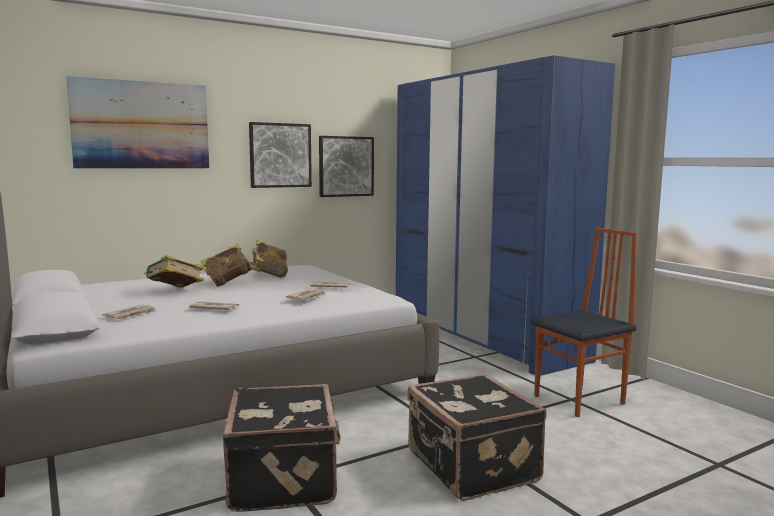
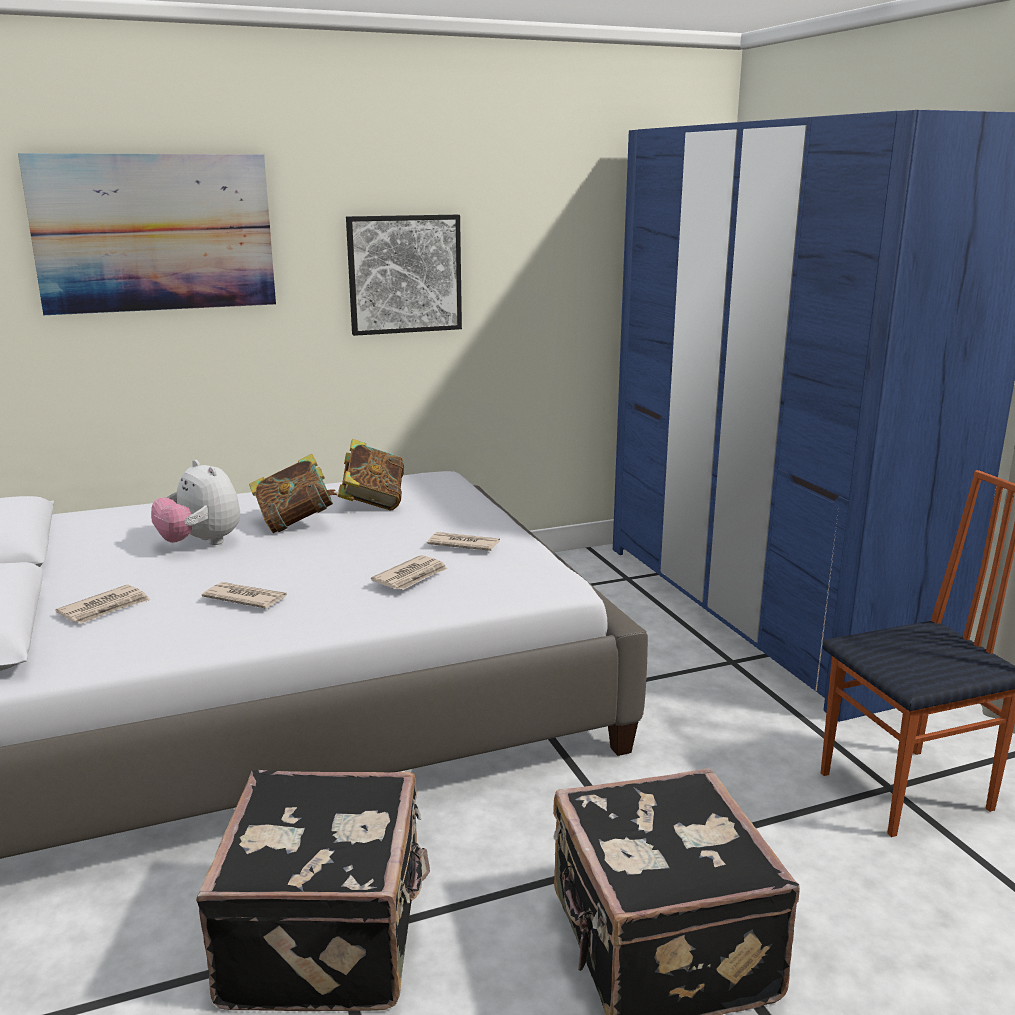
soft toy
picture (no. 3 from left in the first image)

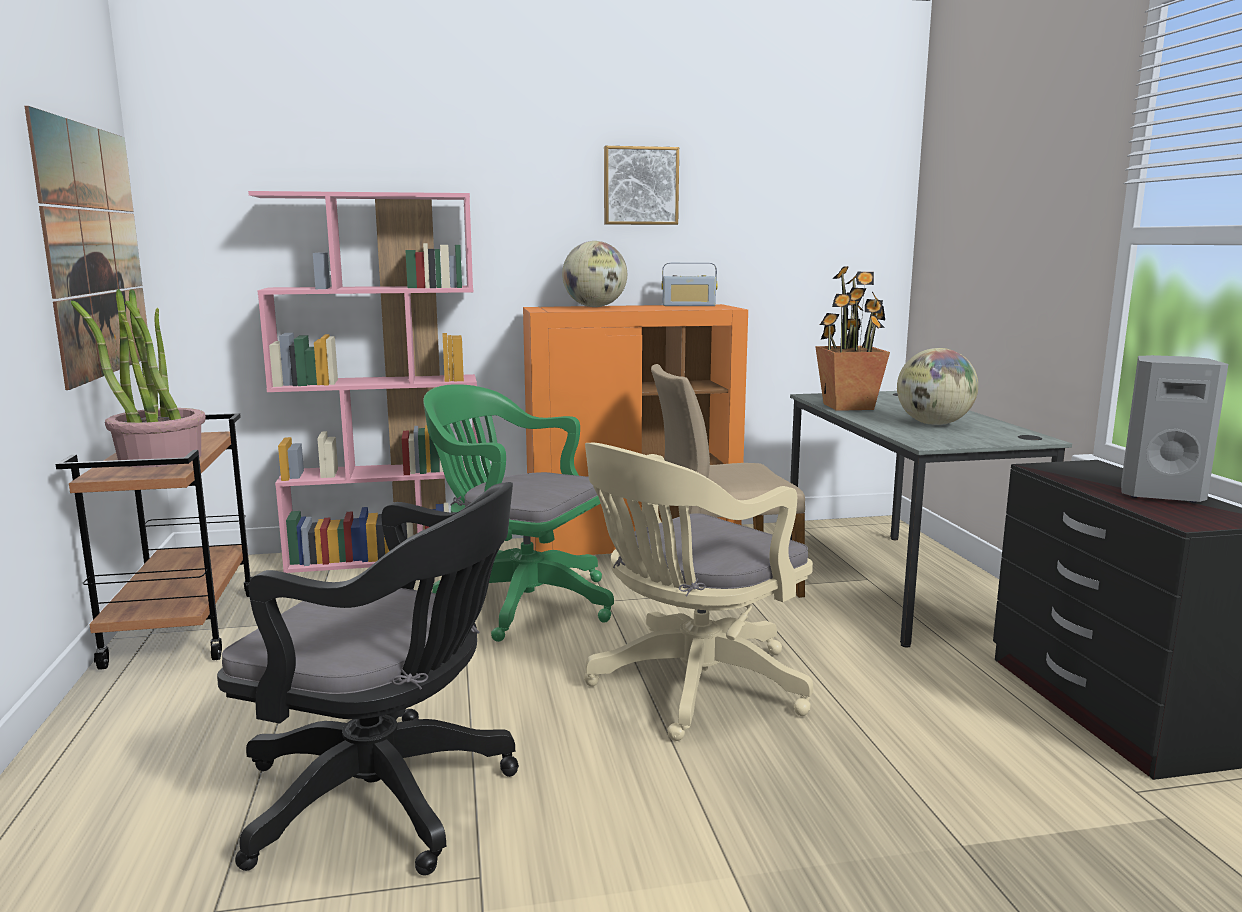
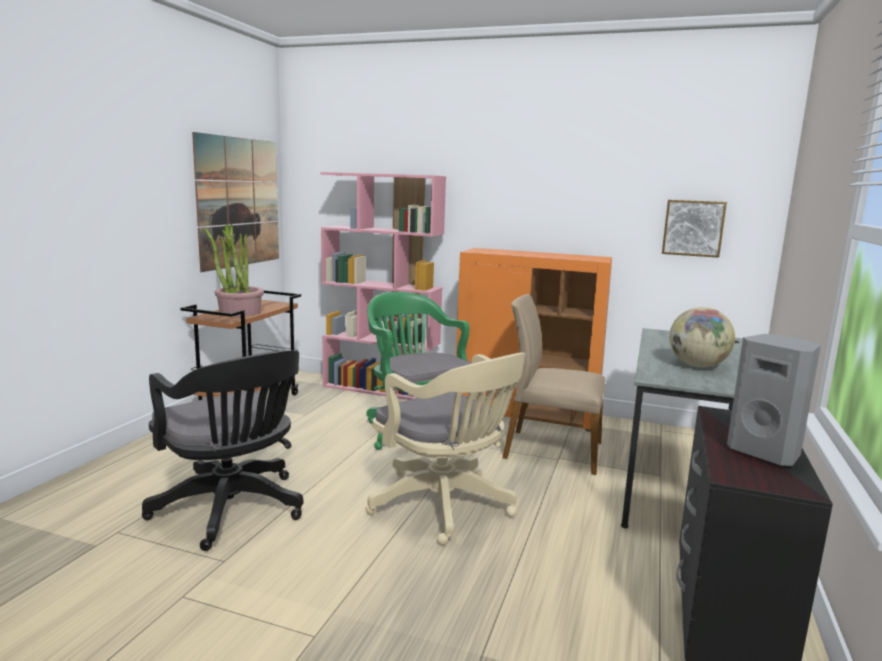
beige-coloured office chair
picture (no. 2 from left)
desk globe (no. 1 from left in the first image)
radio receiver
plant in a pot (no. 2 from left in the first image)

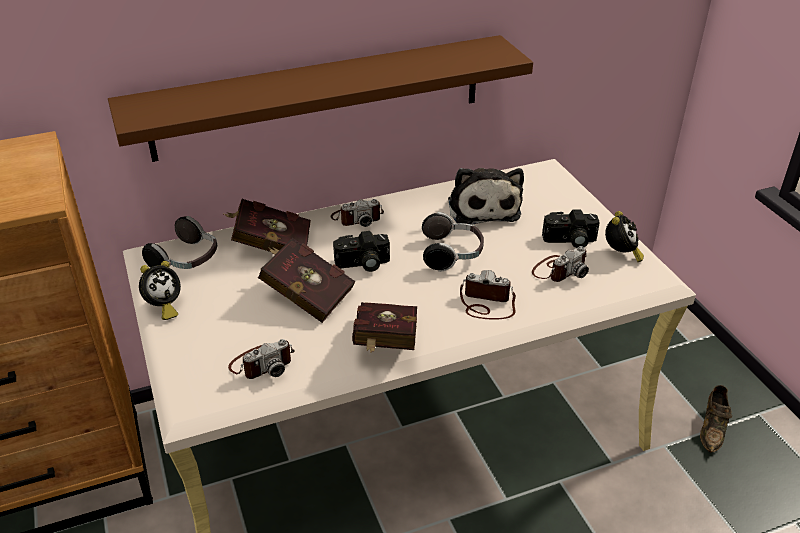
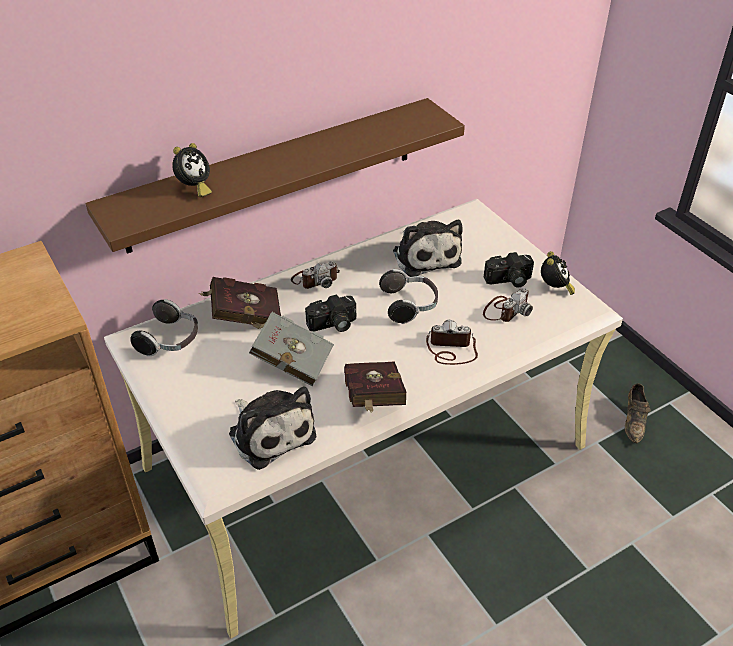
table clock (no. 1 from left)
soft toy (no. 1 from left)
grey book

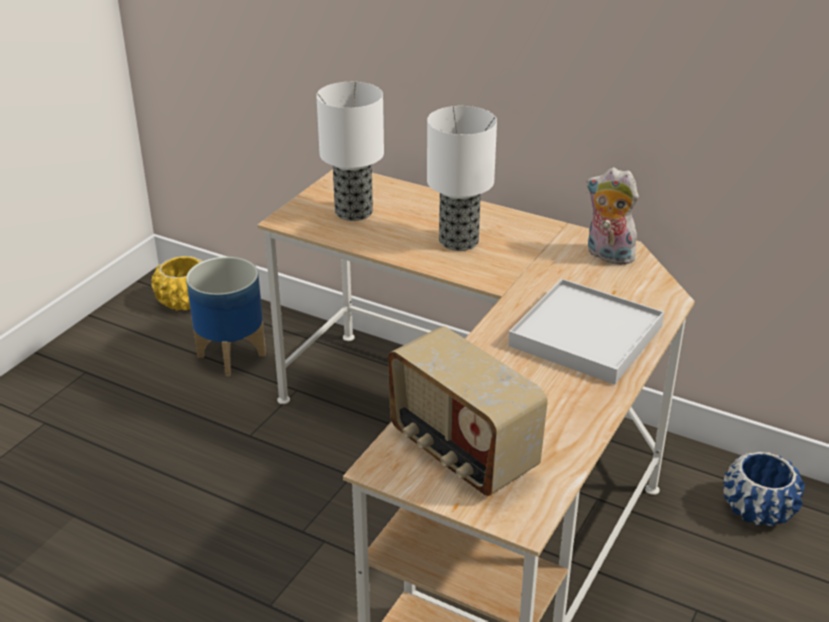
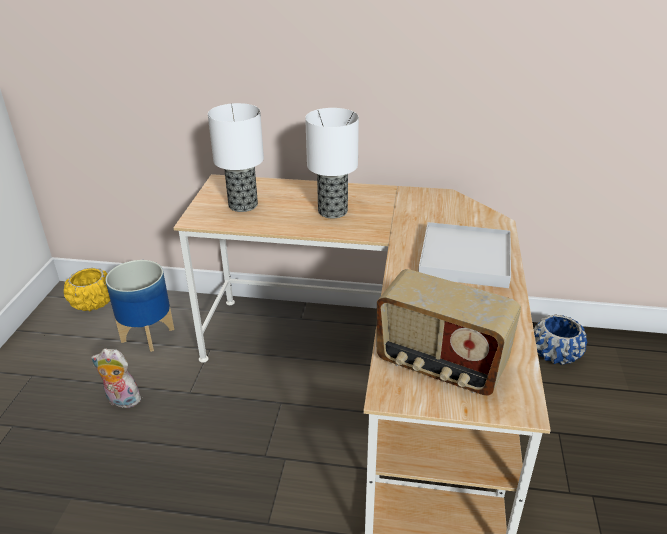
soft toy

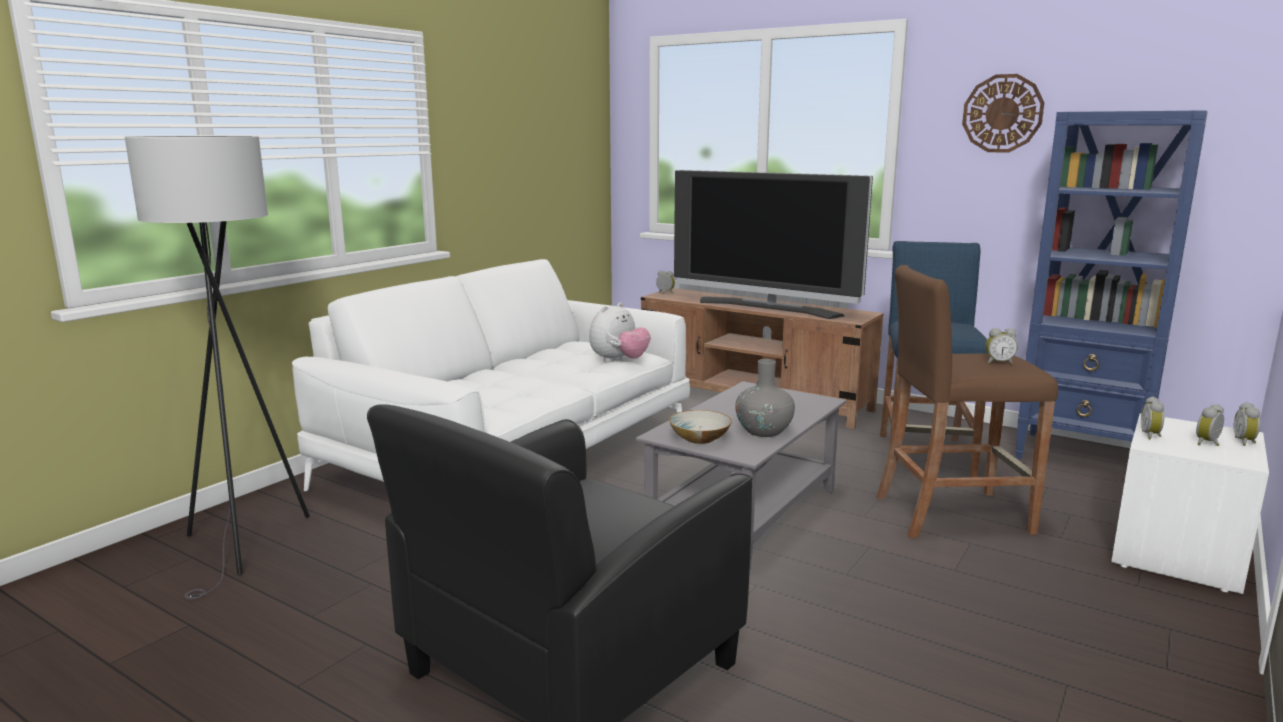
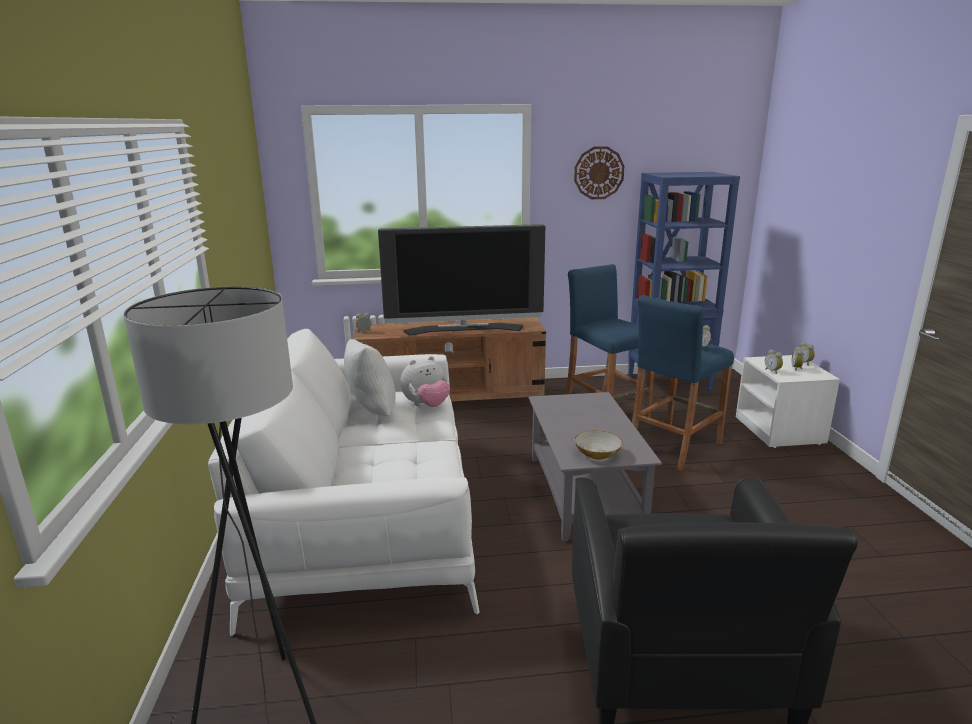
white-coloured pillow
soft toy
blue-coloured stool seat (no. 2 from left)
grey flower vase

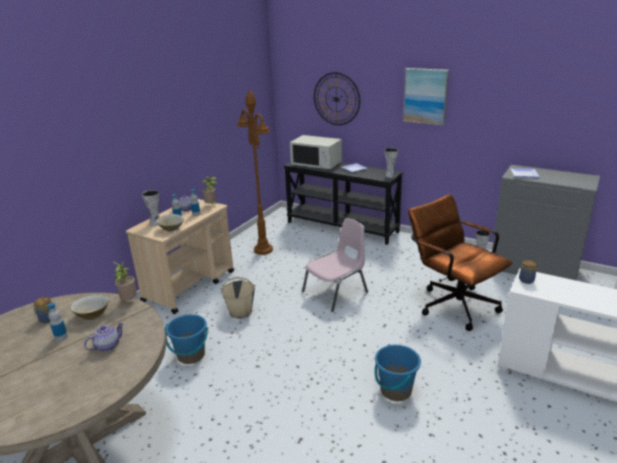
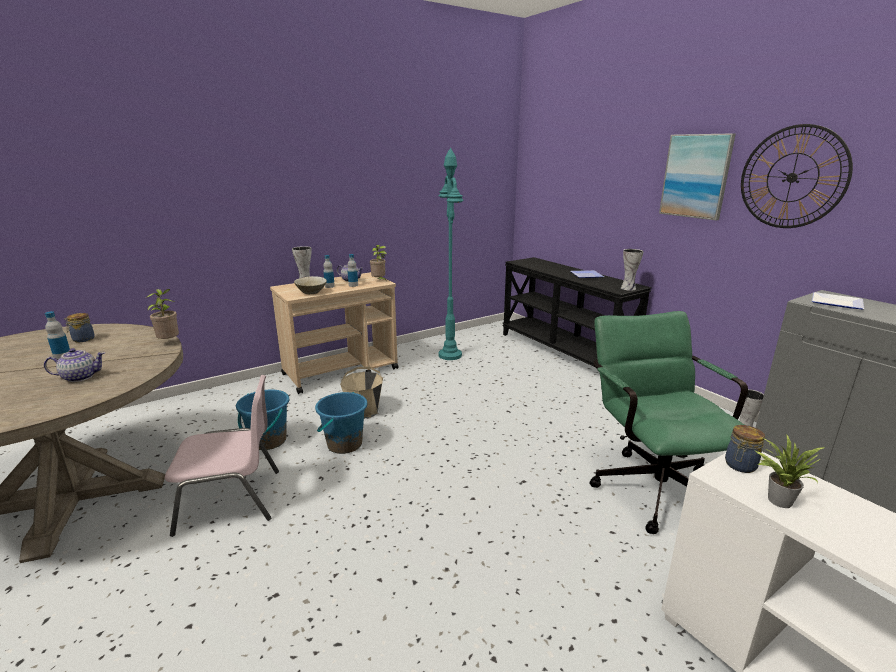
pinkish upright chair
blue-coloured bucket (no. 2 from left)
blue-green standard lamp
green office chair
clock on the wall
plant in a pot (no. 3 from left)
beige-coloured deep dish (no. 1 from left in the first image)
white-coloured kitchen microwave

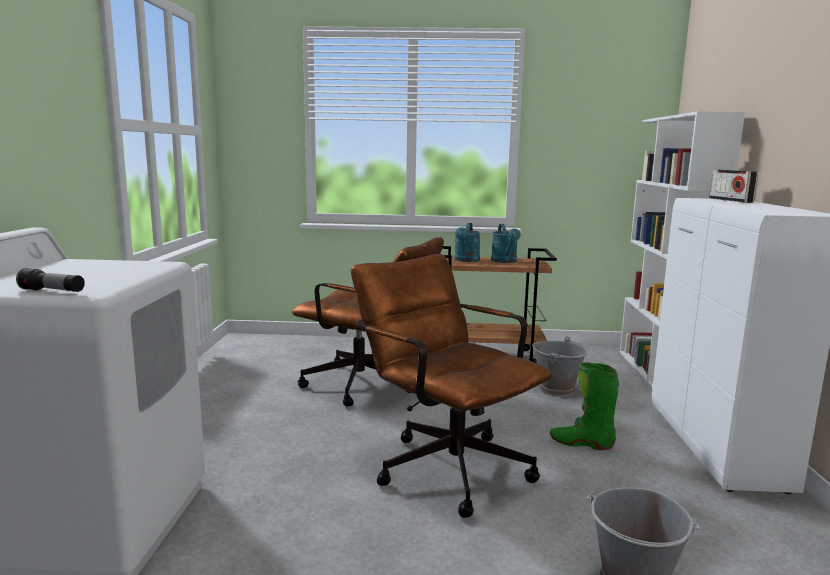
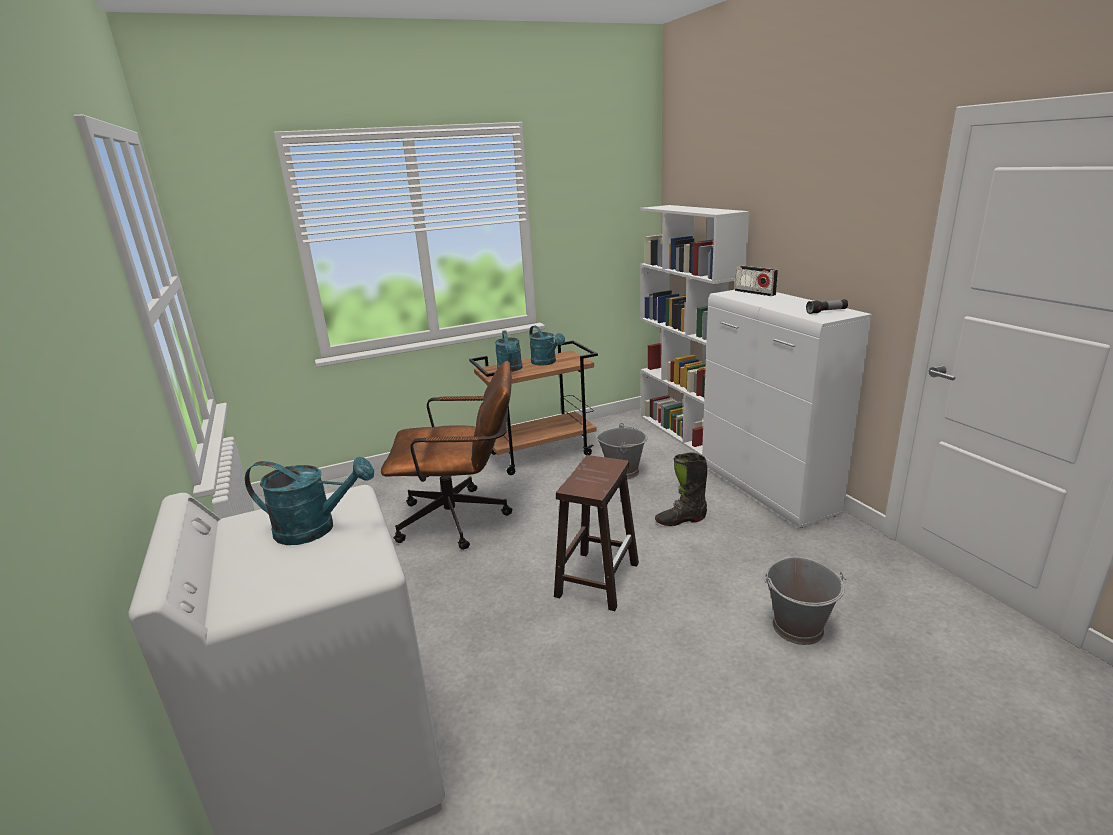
blue-green watering pot (no. 1 from left)
brown-coloured stool seat
black-coloured tall boot
torch

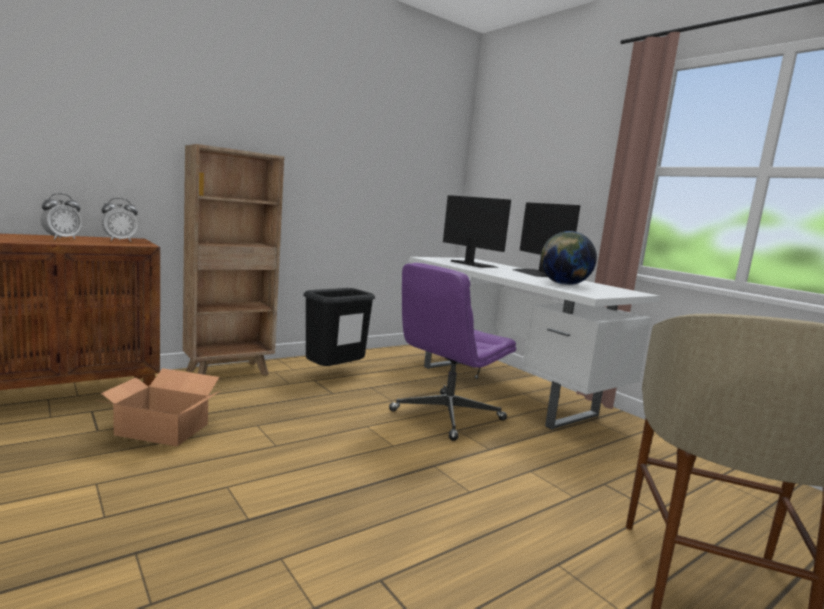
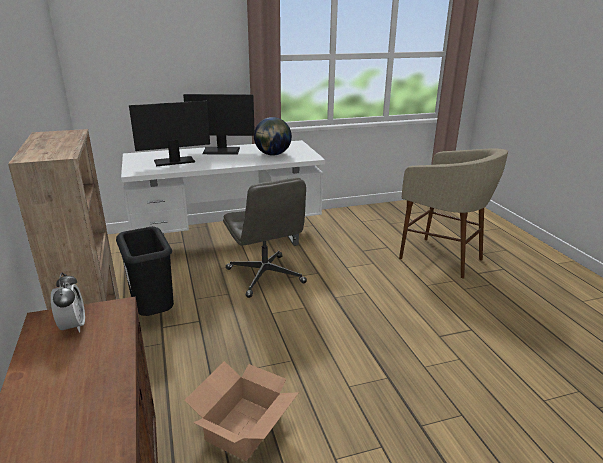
grey office chair
table clock (no. 1 from left in the first image)

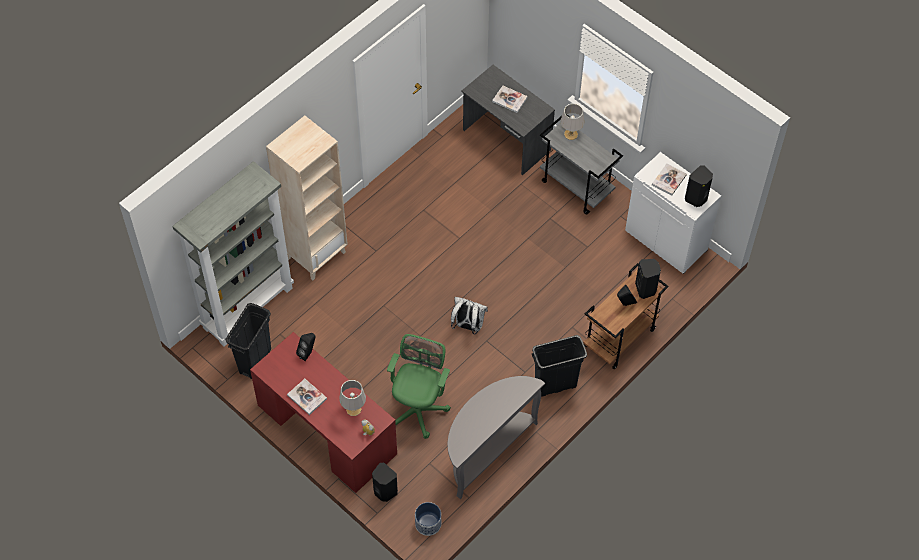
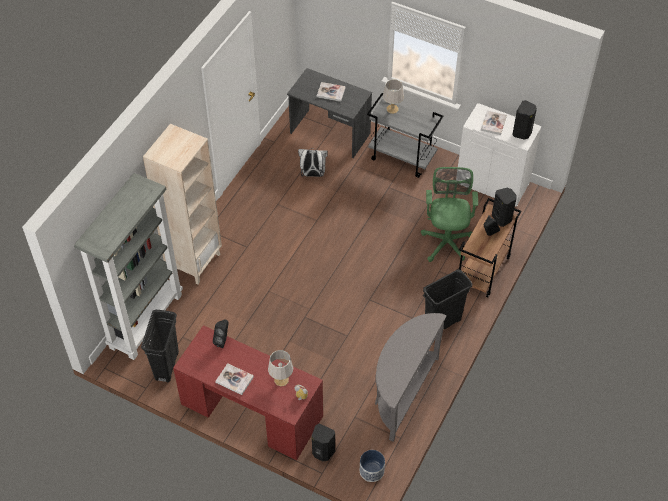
white-coloured knapsack
green office chair

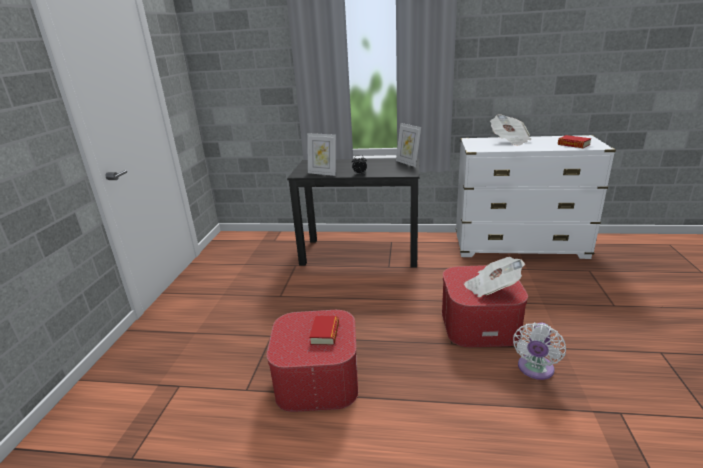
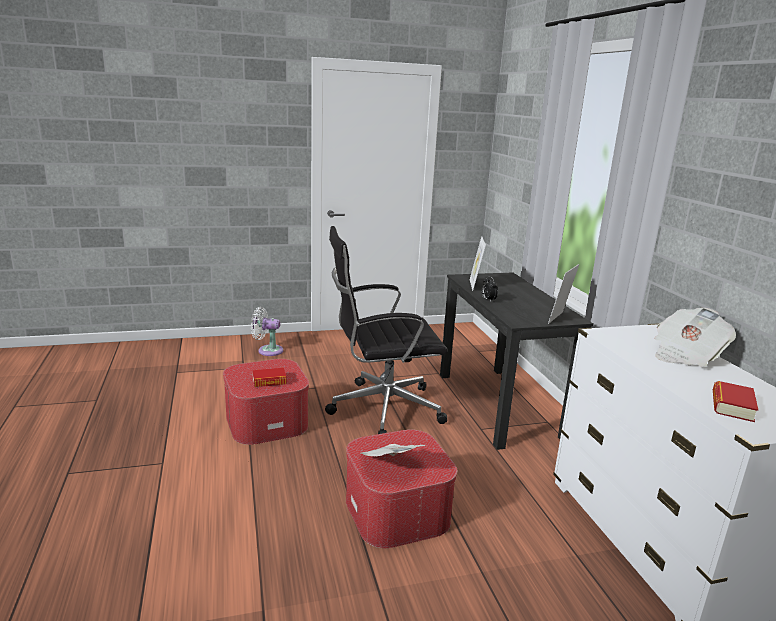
white-coloured electric fan
black-coloured office chair

